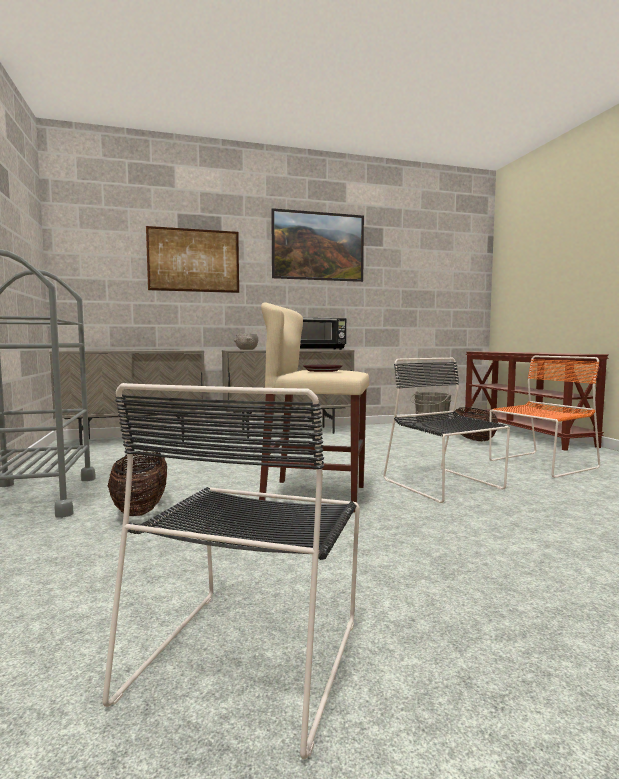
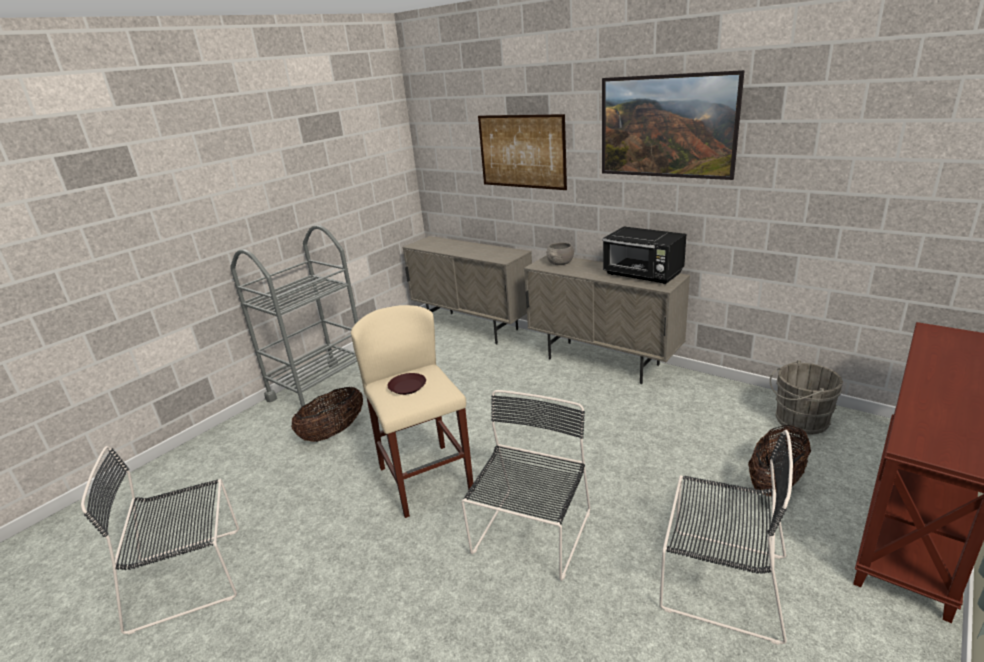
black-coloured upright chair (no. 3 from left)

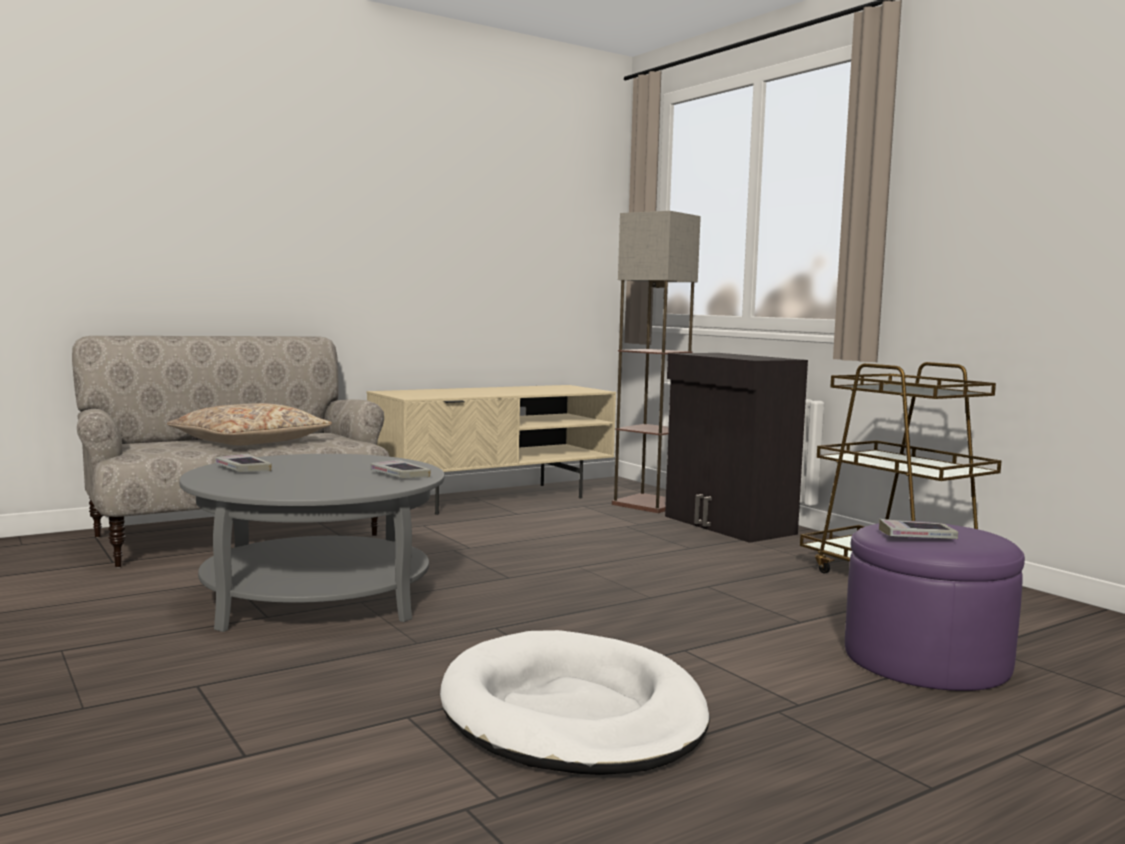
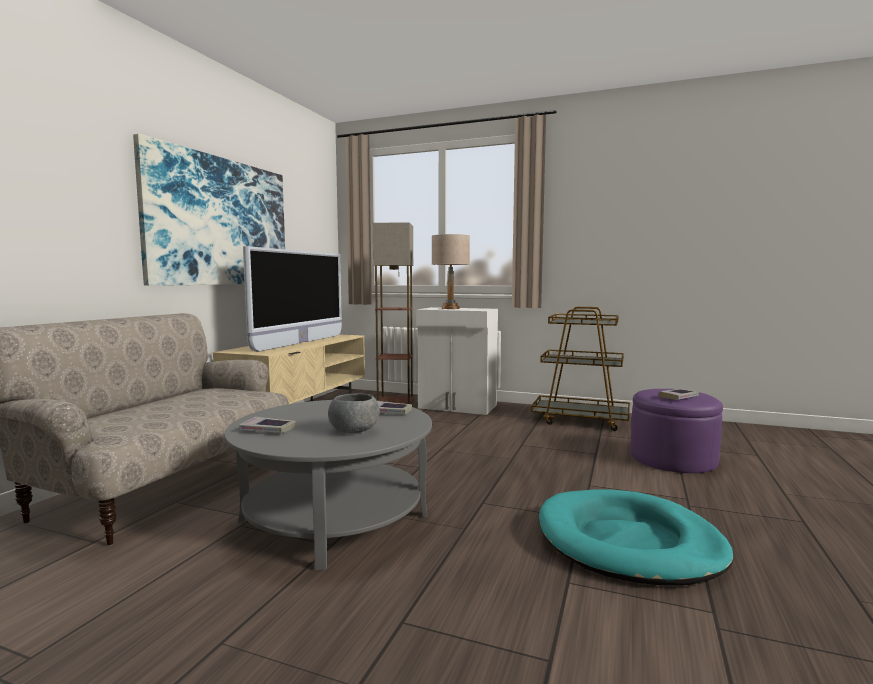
picture
TV
grey deep dish
white-coloured cabinet
beige-coloured tabletop lamp
blue-green pet bed
beige-coloured pillow

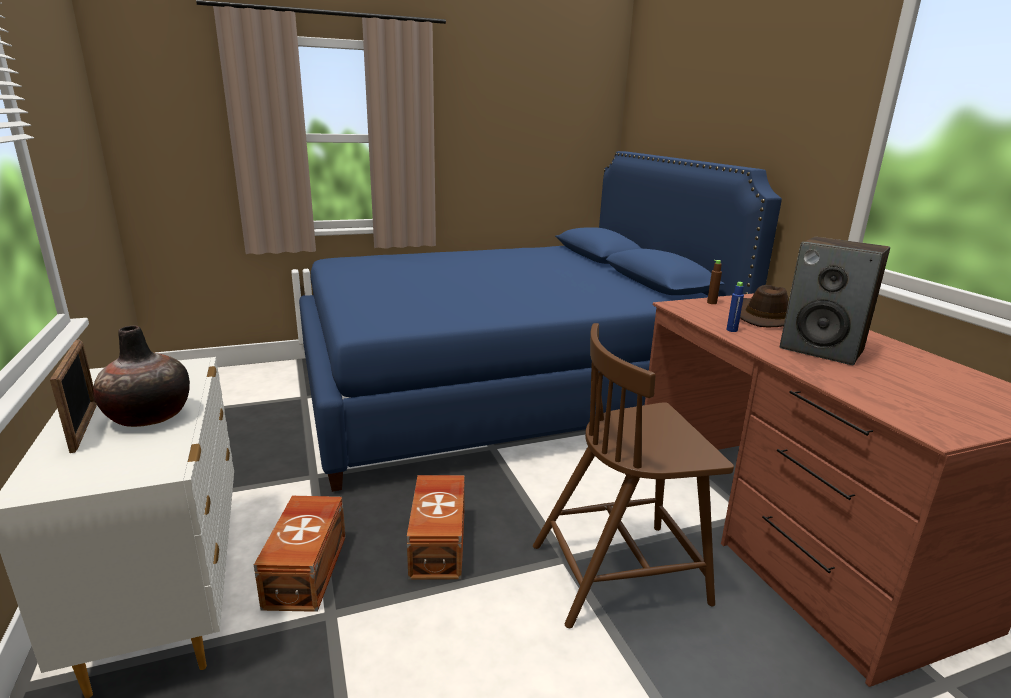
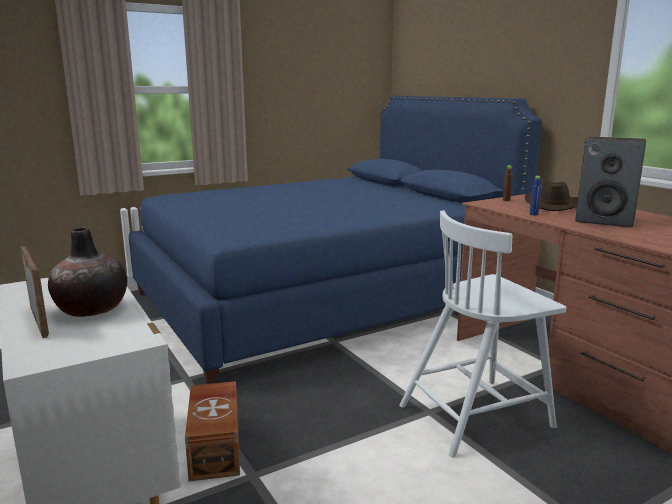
white-coloured upright chair
brown-coloured storage bin (no. 2 from left in the first image)

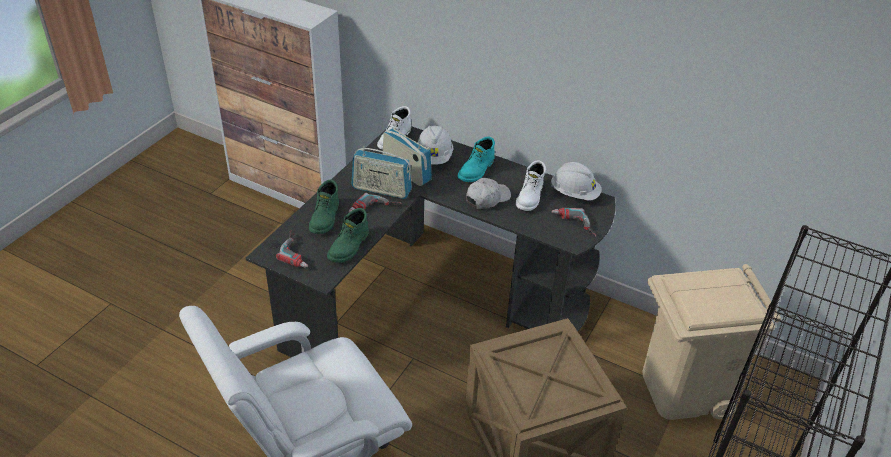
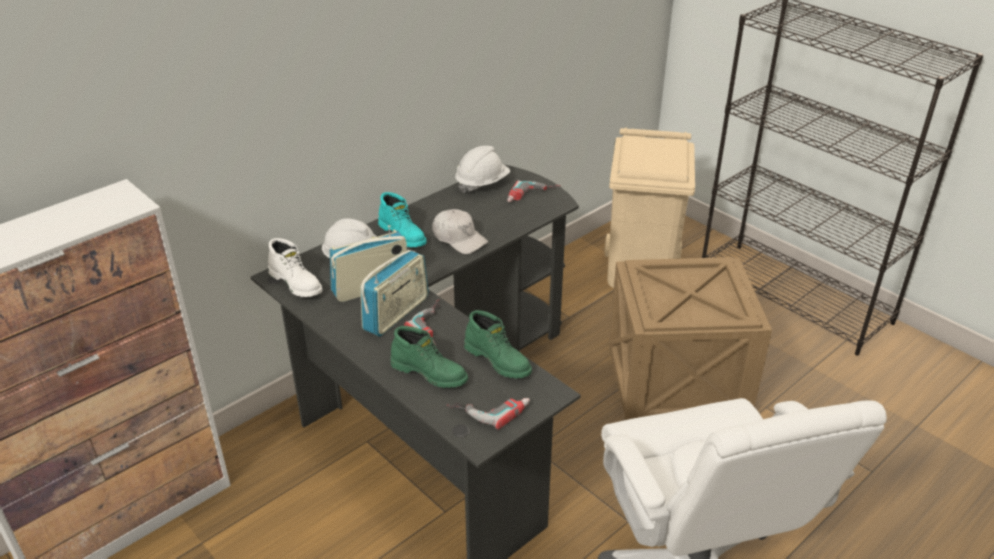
white-coloured cap
white-coloured tall boot (no. 2 from left in the first image)

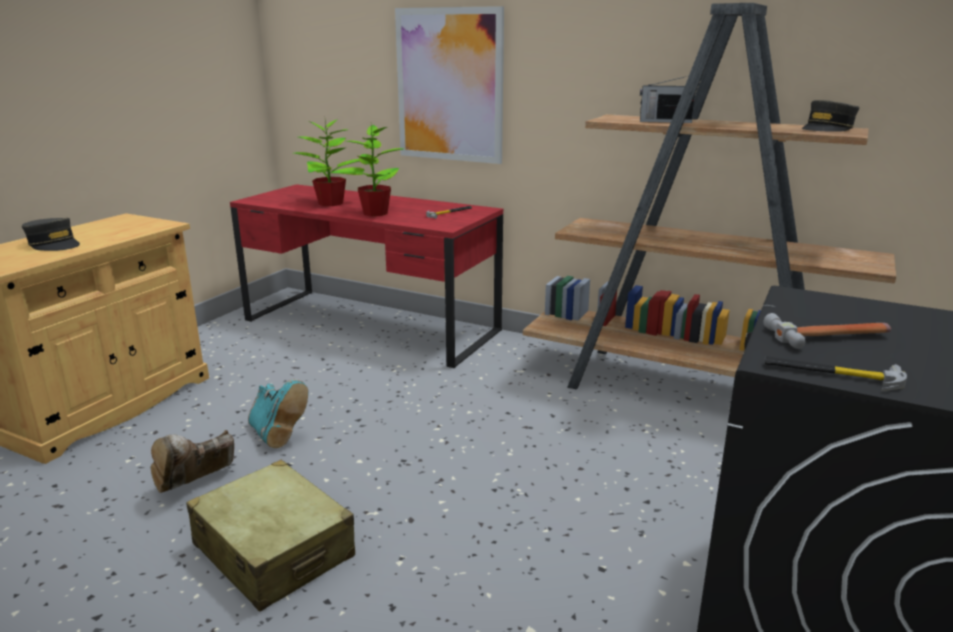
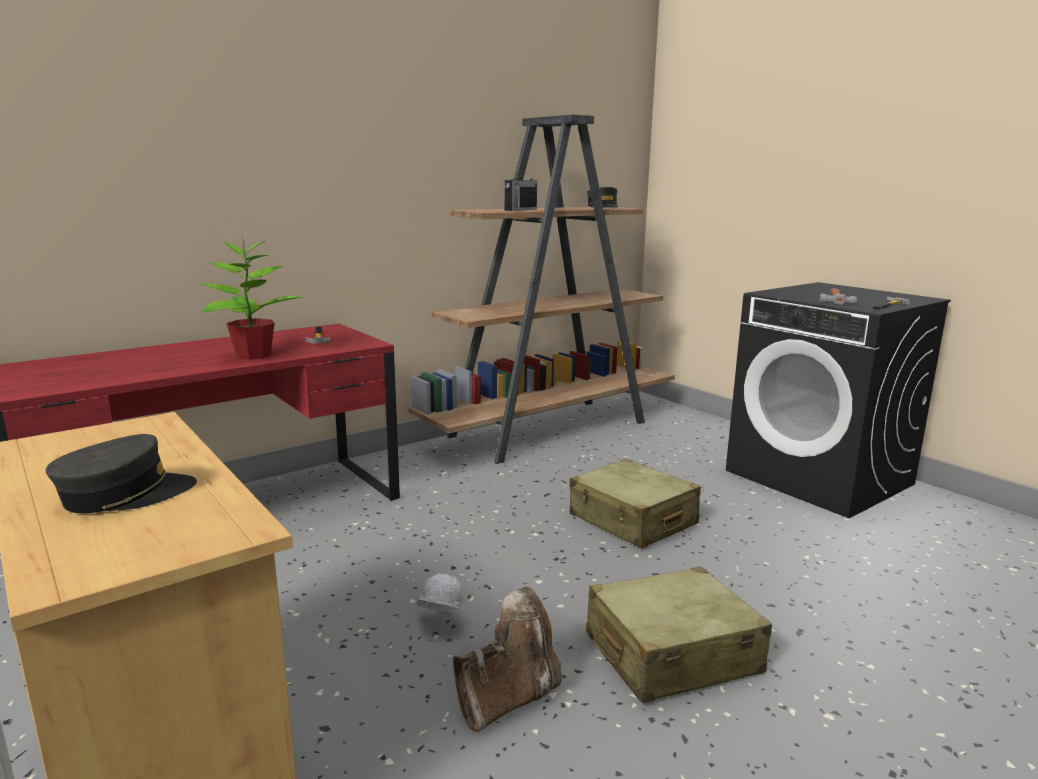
white-coloured work helmet
brown-coloured tall boot
beige-coloured travel case (no. 1 from left)
plant in a pot (no. 1 from left in the first image)
picture

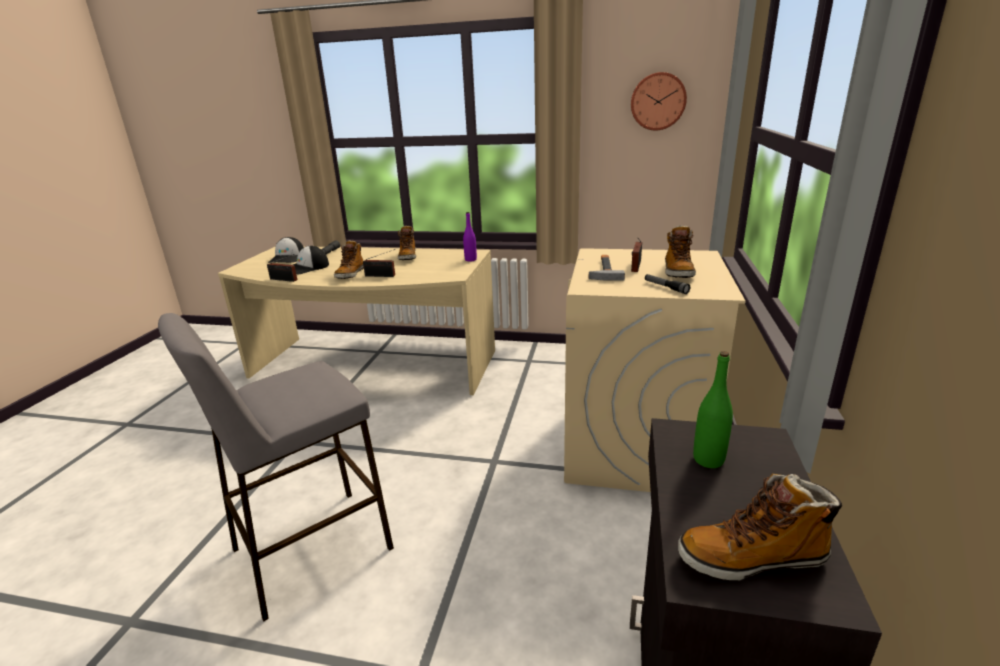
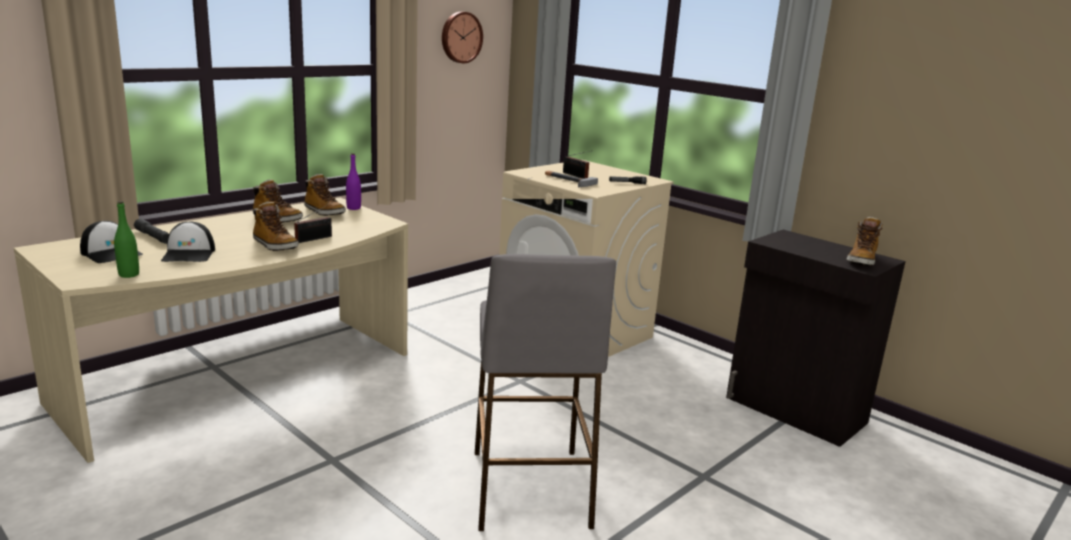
green beverage bottle
tall boot (no. 3 from left)
radio receiver (no. 1 from left in the first image)

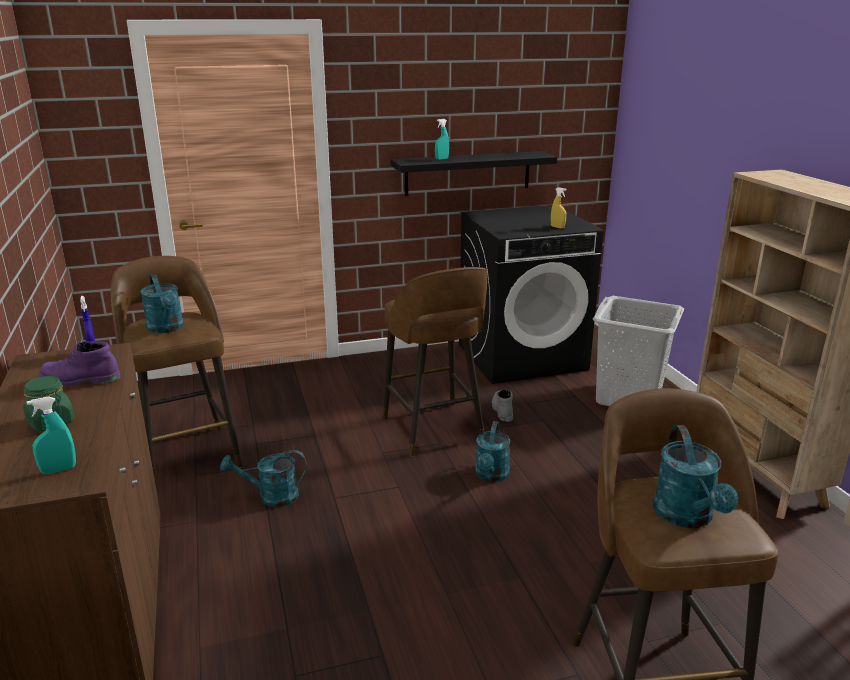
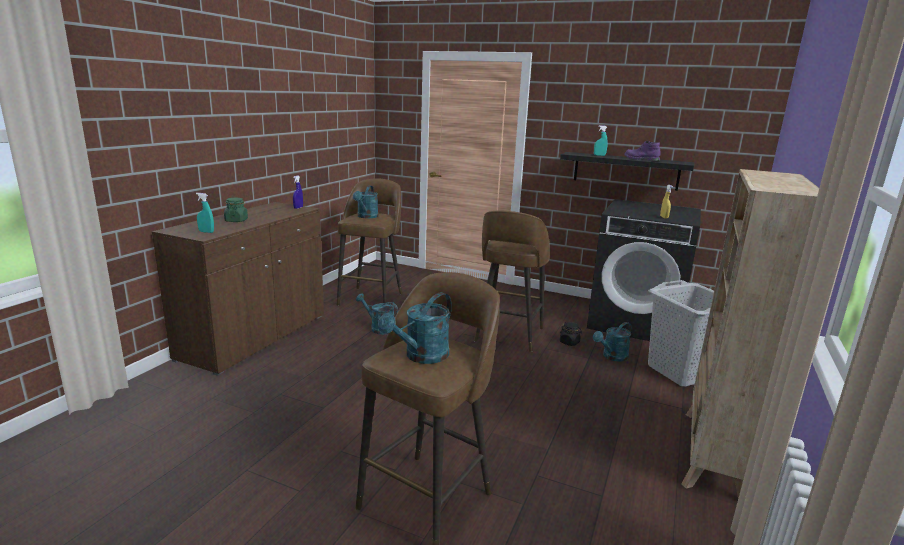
black-coloured preserve jar
blue-green watering pot (no. 4 from left)
purple-coloured tall boot

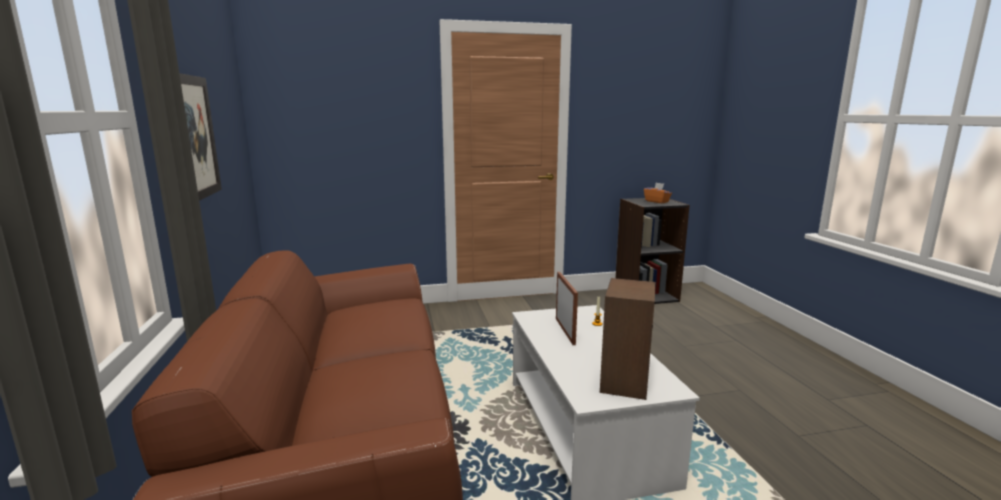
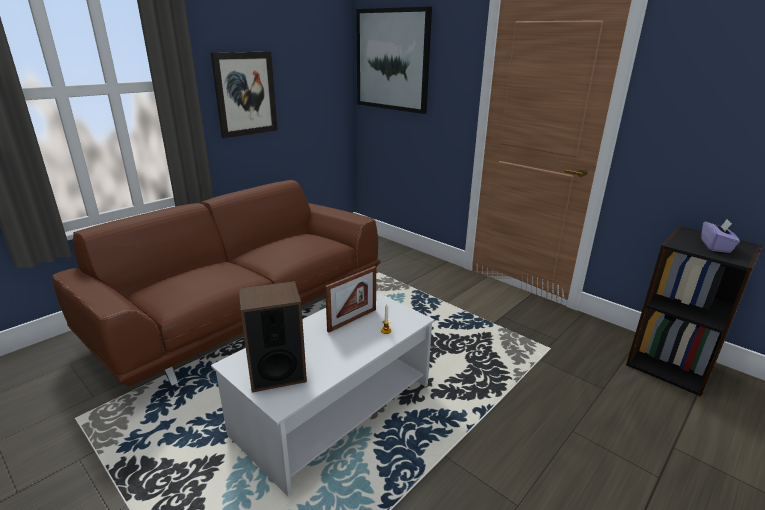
picture (no. 2 from left)
purple-coloured tissue box

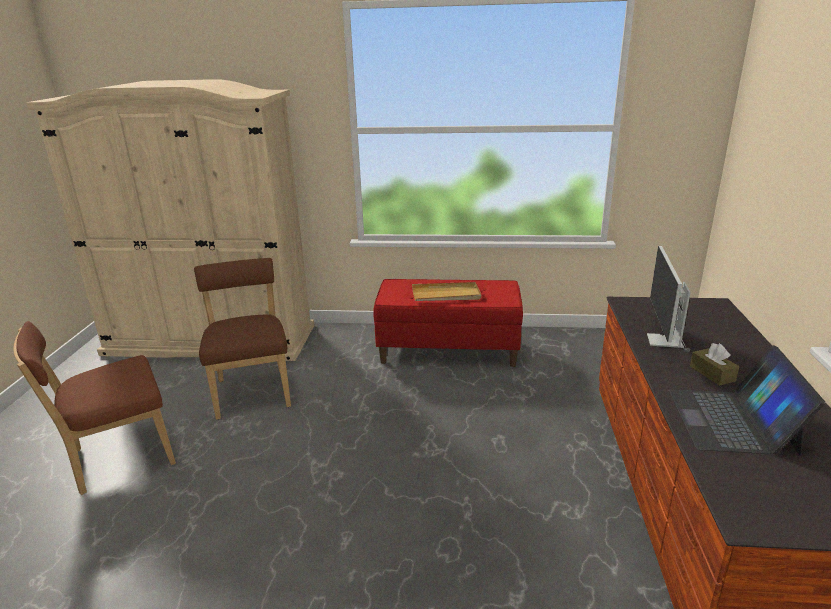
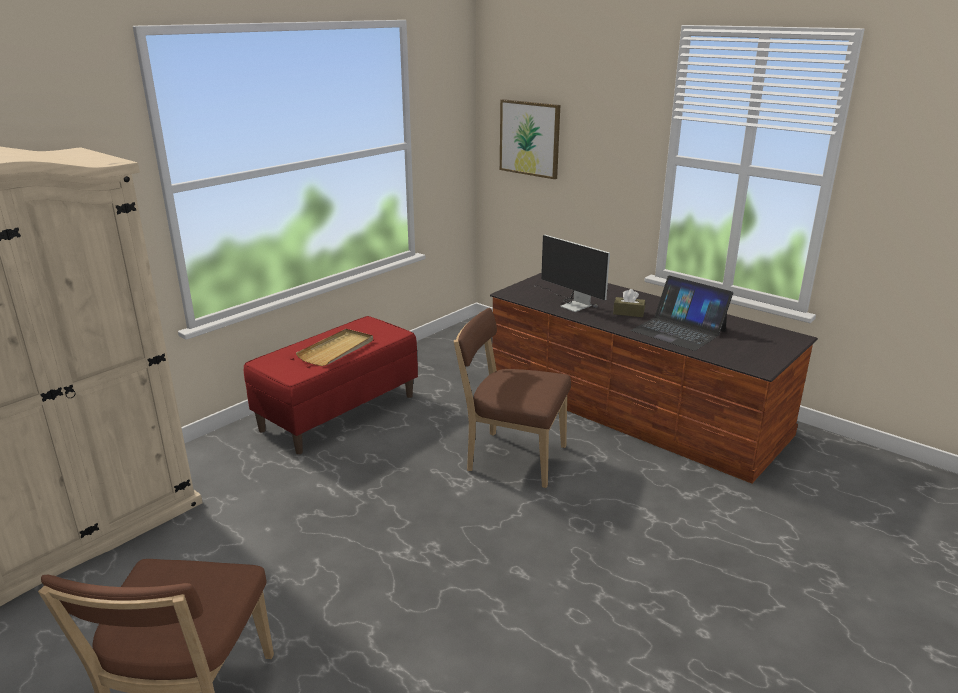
brown-coloured upright chair (no. 2 from left)
picture

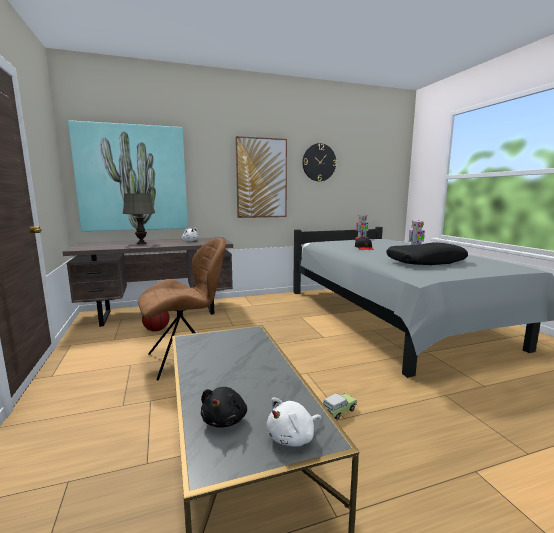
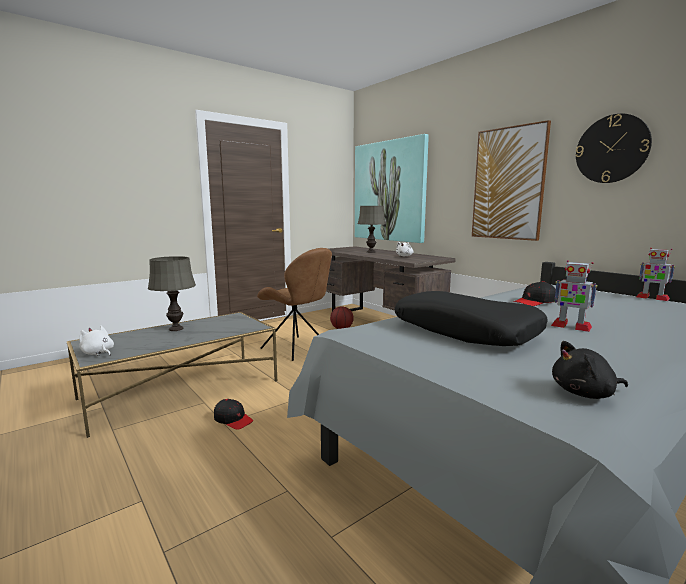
grey tabletop lamp (no. 1 from left)
black-coloured cap (no. 1 from left)
black-coloured soft toy

